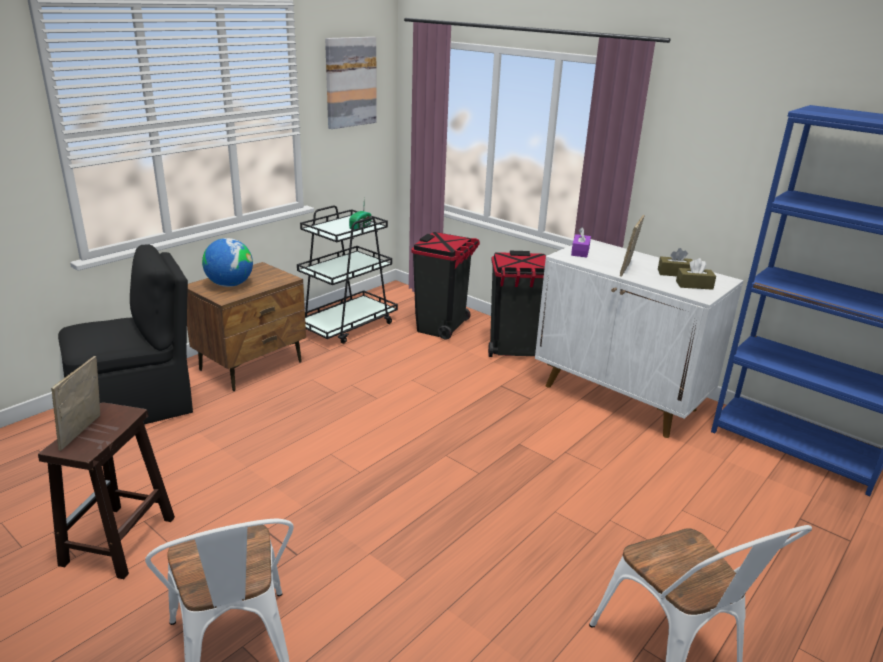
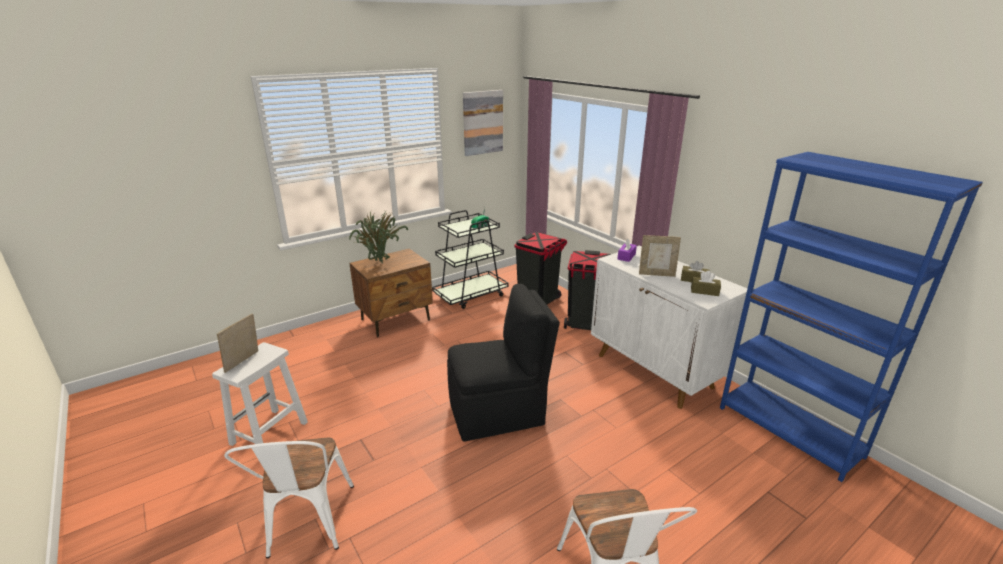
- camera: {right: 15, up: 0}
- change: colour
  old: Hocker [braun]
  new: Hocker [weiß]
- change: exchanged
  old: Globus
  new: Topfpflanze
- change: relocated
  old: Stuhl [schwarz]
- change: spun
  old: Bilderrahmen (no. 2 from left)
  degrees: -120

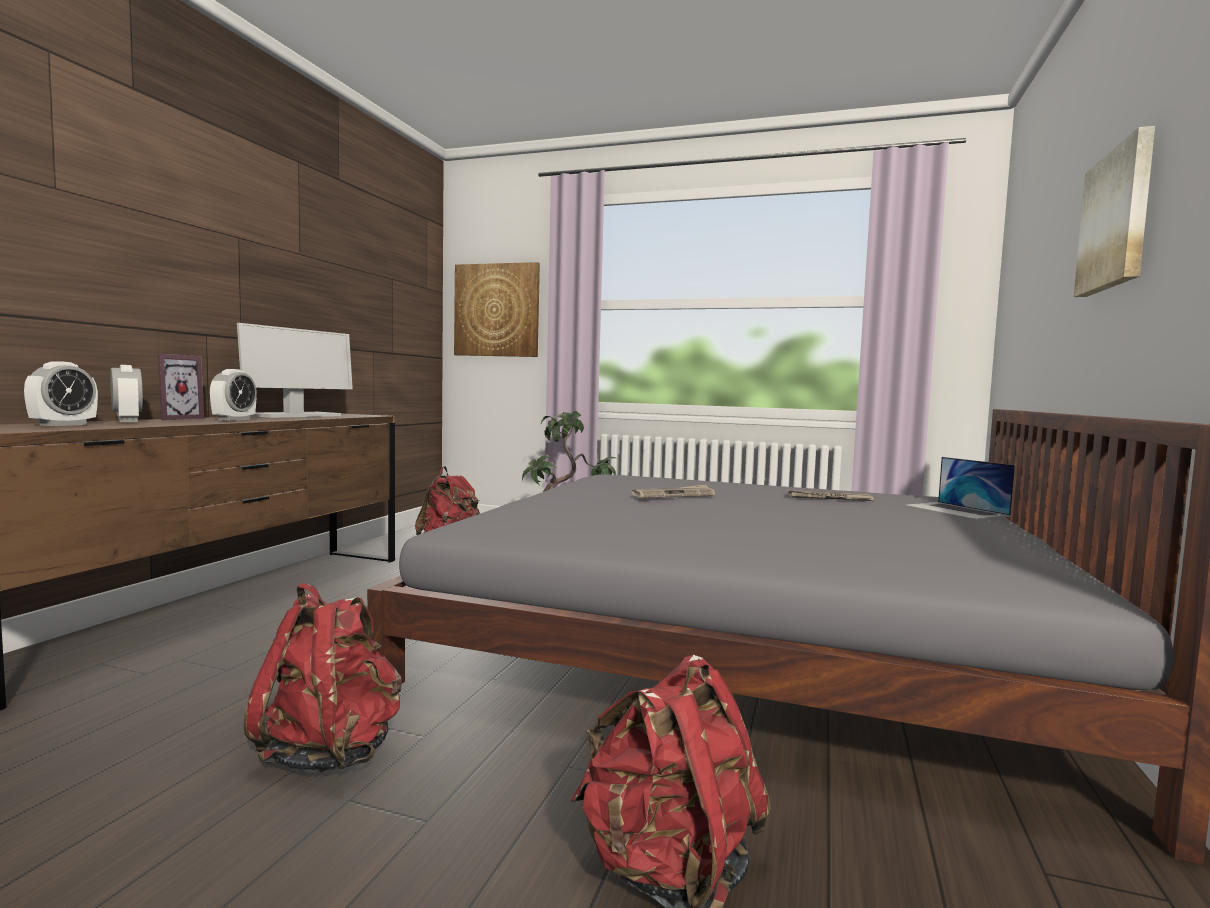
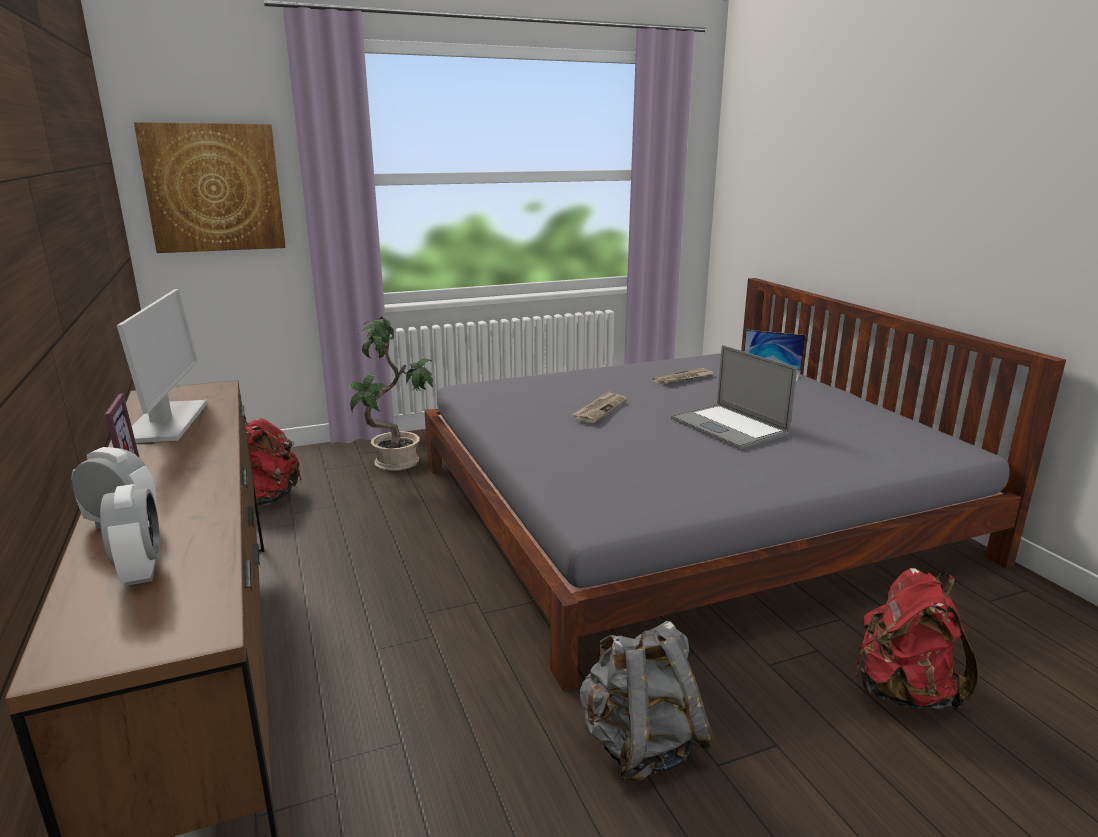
- camera: {right: -40, up: 15}
- change: colour
  old: Rucksack [rot] (no. 1 from left)
  new: Rucksack [grau]
- change: appeared
  new: Laptop (no. 1 from left)
- change: missing
  old: Wecker (no. 3 from left)
- change: missing
  old: Bild (no. 2 from left)

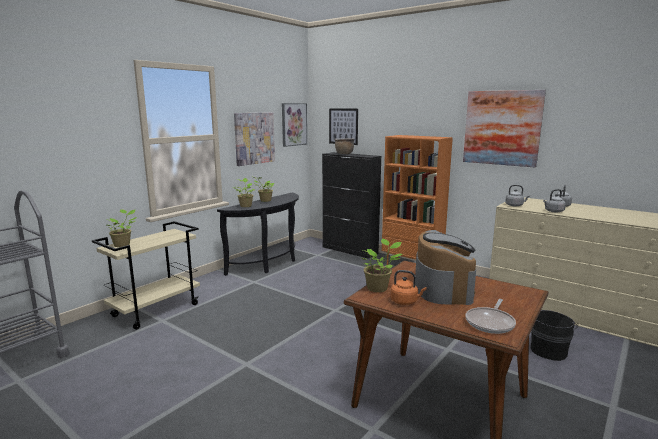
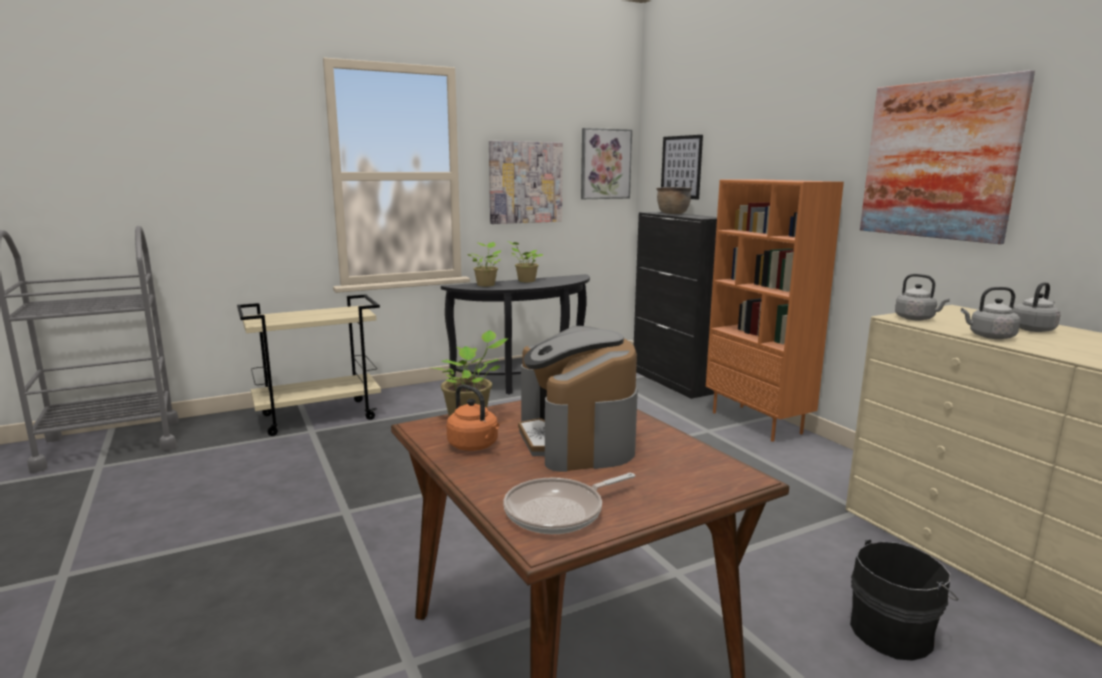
- camera: {right: 25, up: 0}
- change: spun
  old: Kaffeemaschine
  degrees: 135
- change: missing
  old: Topfpflanze (no. 1 from left)

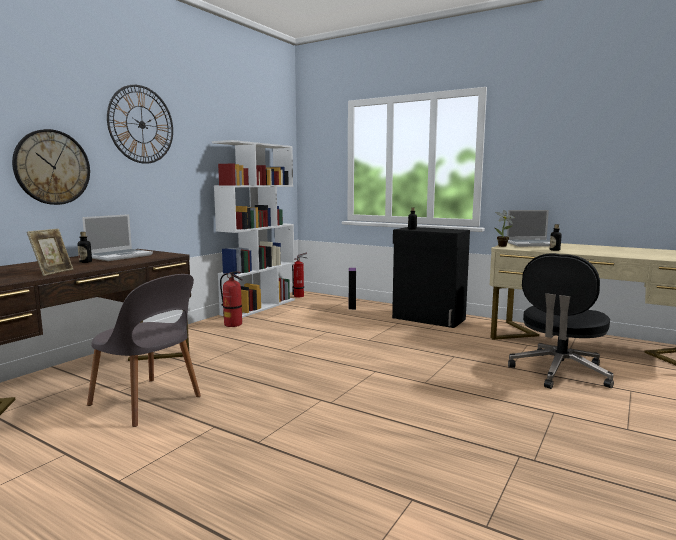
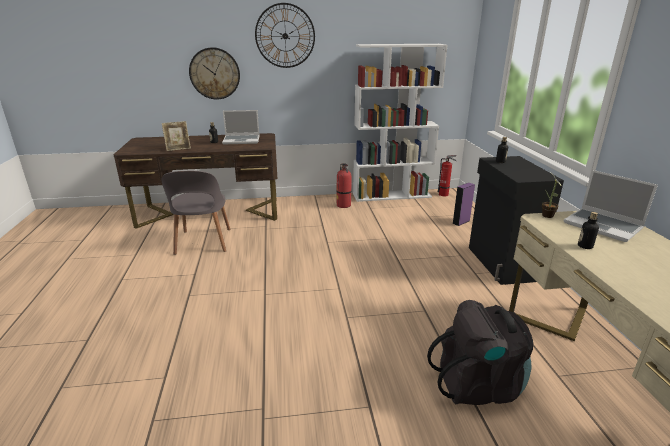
- camera: {right: 50, up: 15}
- change: exchanged
  old: Bürostuhl [schwarz]
  new: Rucksack [schwarz]

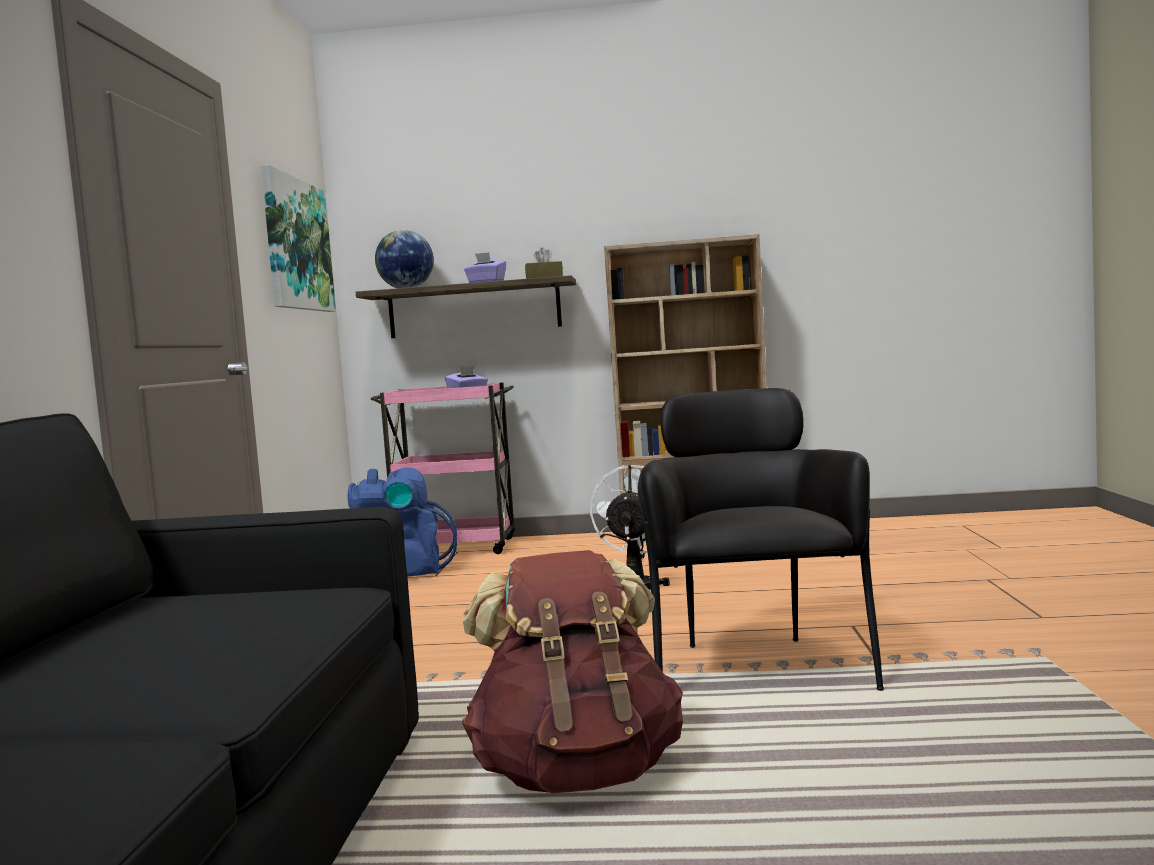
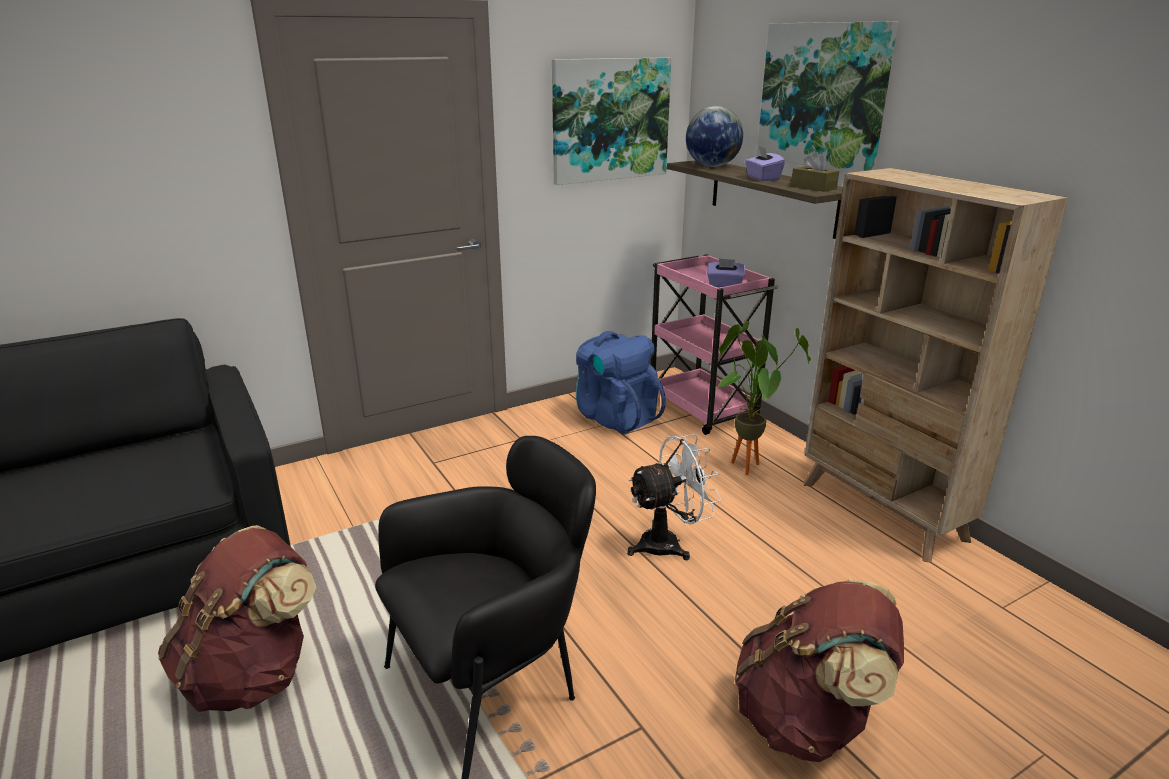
- camera: {right: 55, up: 20}
- change: appeared
  new: Topfpflanze
- change: appeared
  new: Rucksack [braun] (no. 2 from left)
- change: appeared
  new: Bild (no. 2 from left)

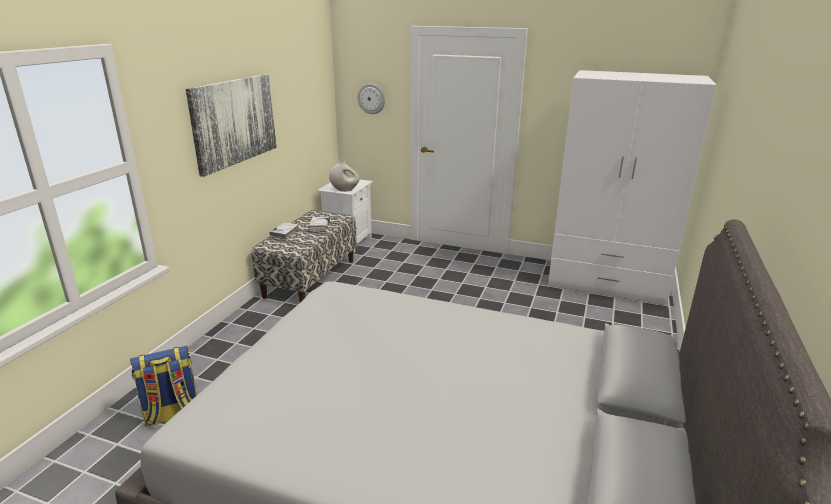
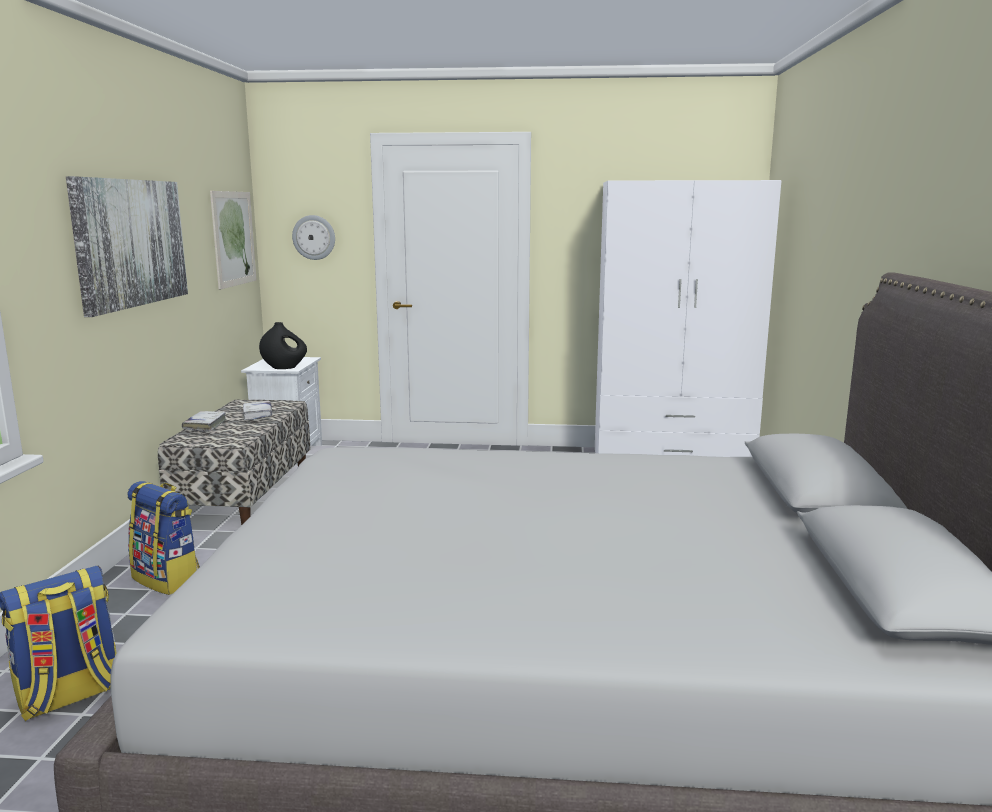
- camera: {right: -15, up: -10}
- change: appeared
  new: Rucksack (no. 2 from left)
- change: appeared
  new: Bild (no. 2 from left)
- change: colour
  old: Vase [weiß]
  new: Vase [schwarz]

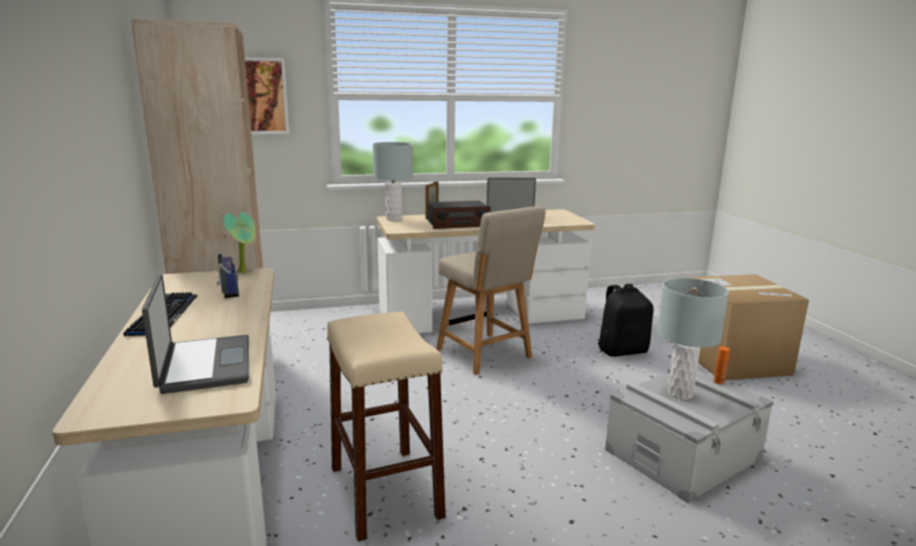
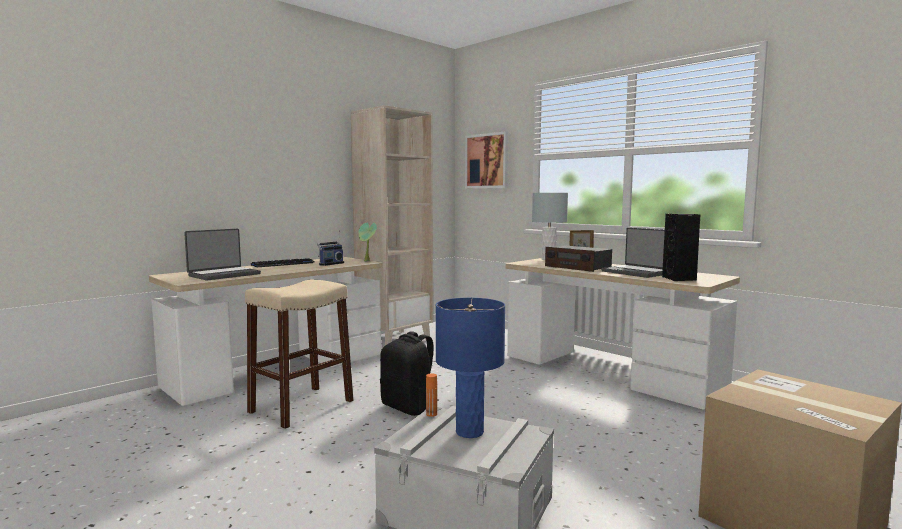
- camera: {right: 60, up: -10}
- change: relocated
  old: Rucksack [schwarz]
- change: relocated
  old: Flasche [orange]
- change: colour
  old: Tischlampe [grau] (no. 2 from left)
  new: Tischlampe [blau]
- change: appeared
  new: Lautsprecher [schwarz]
- change: missing
  old: Stuhl [beige]

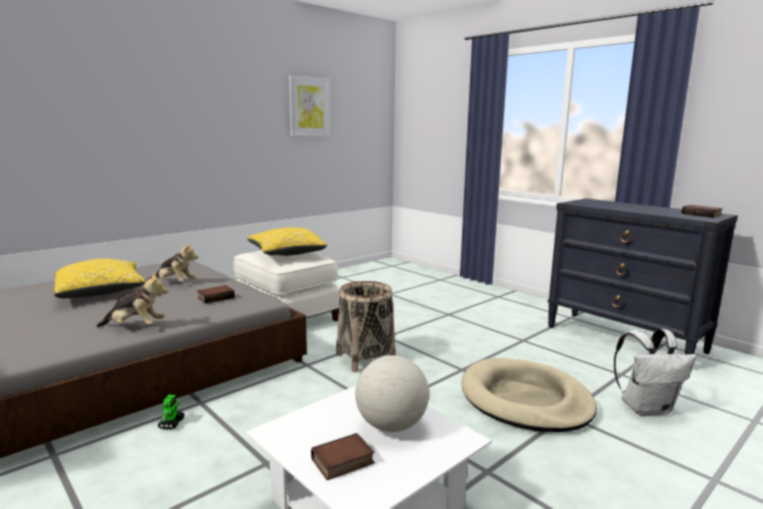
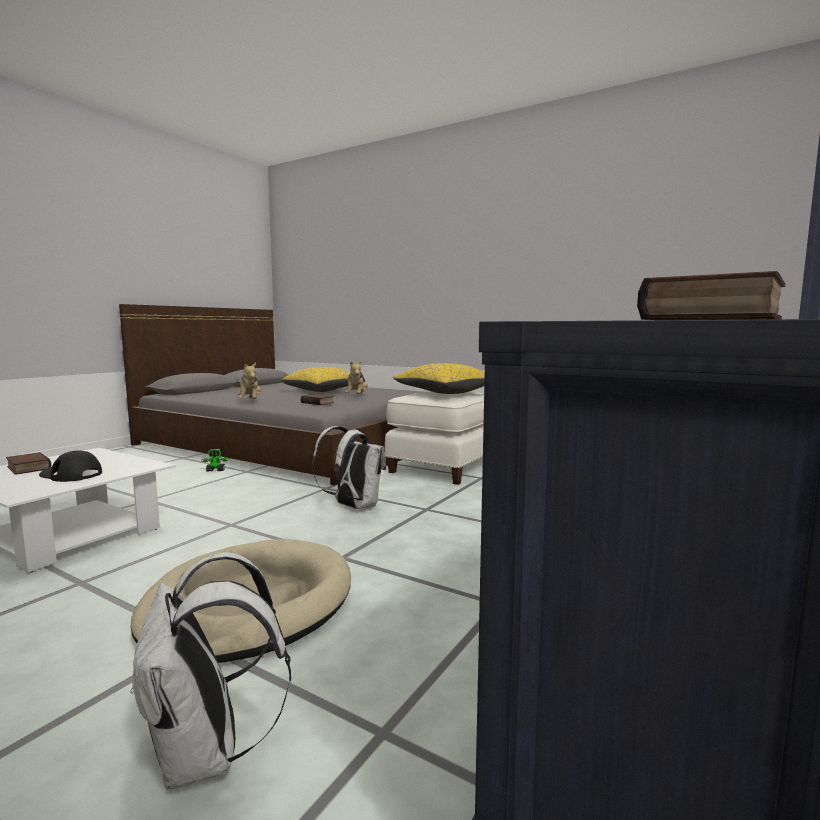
- camera: {right: 75, up: -5}
- change: exchanged
  old: Globus
  new: Kappe [schwarz]
- change: exchanged
  old: Korb
  new: Rucksack [weiß] (no. 2 from left)
- change: missing
  old: Bild

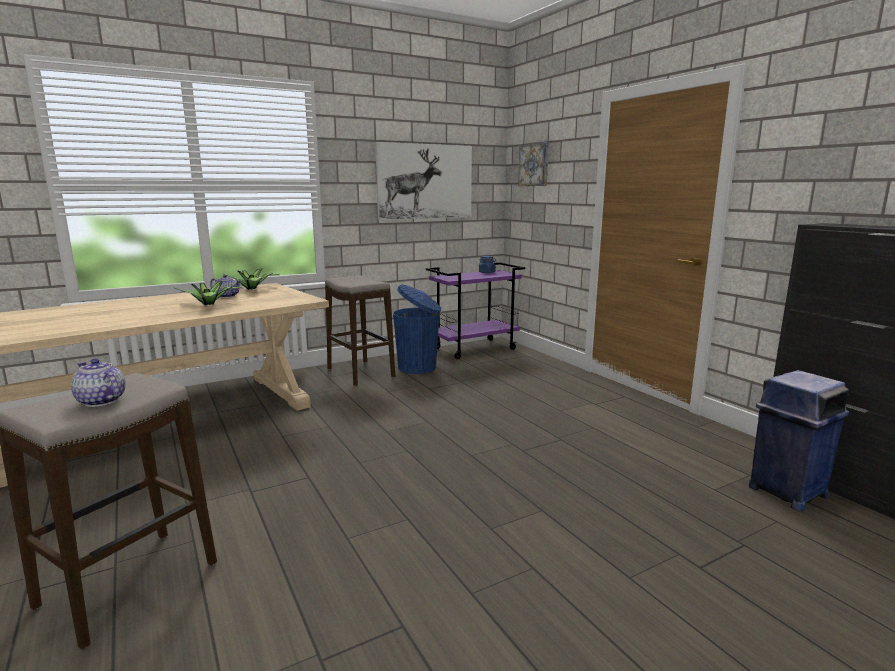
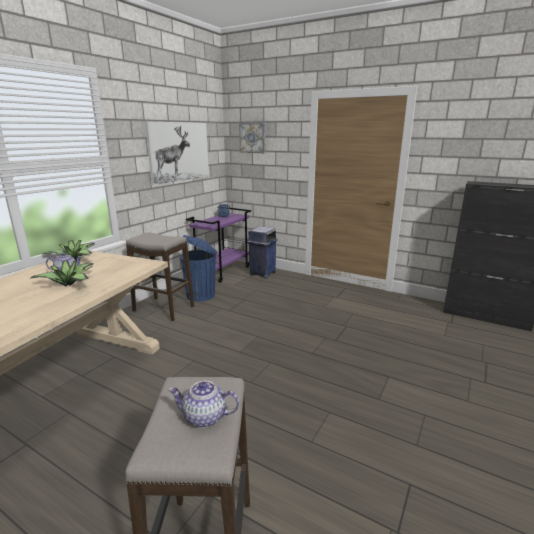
- camera: {right: -30, up: 5}
- change: relocated
  old: Mülleimer [blau] (no. 2 from left)

